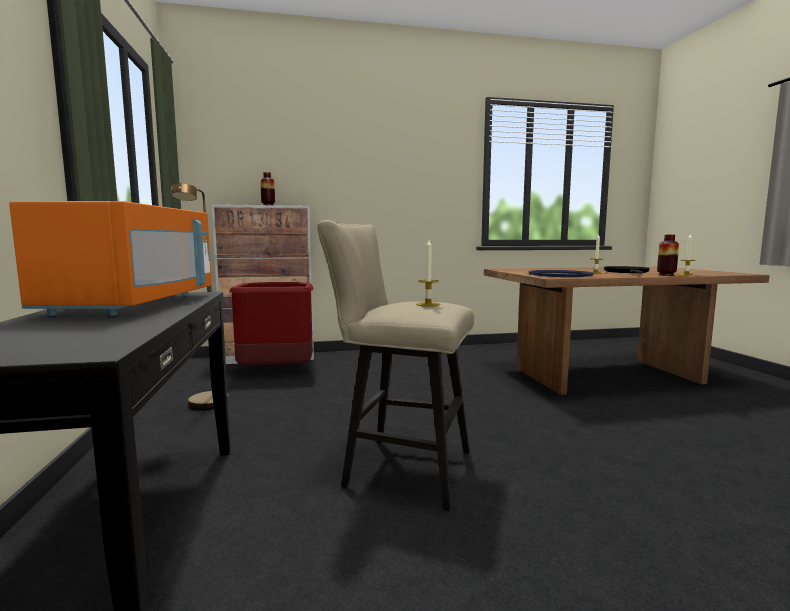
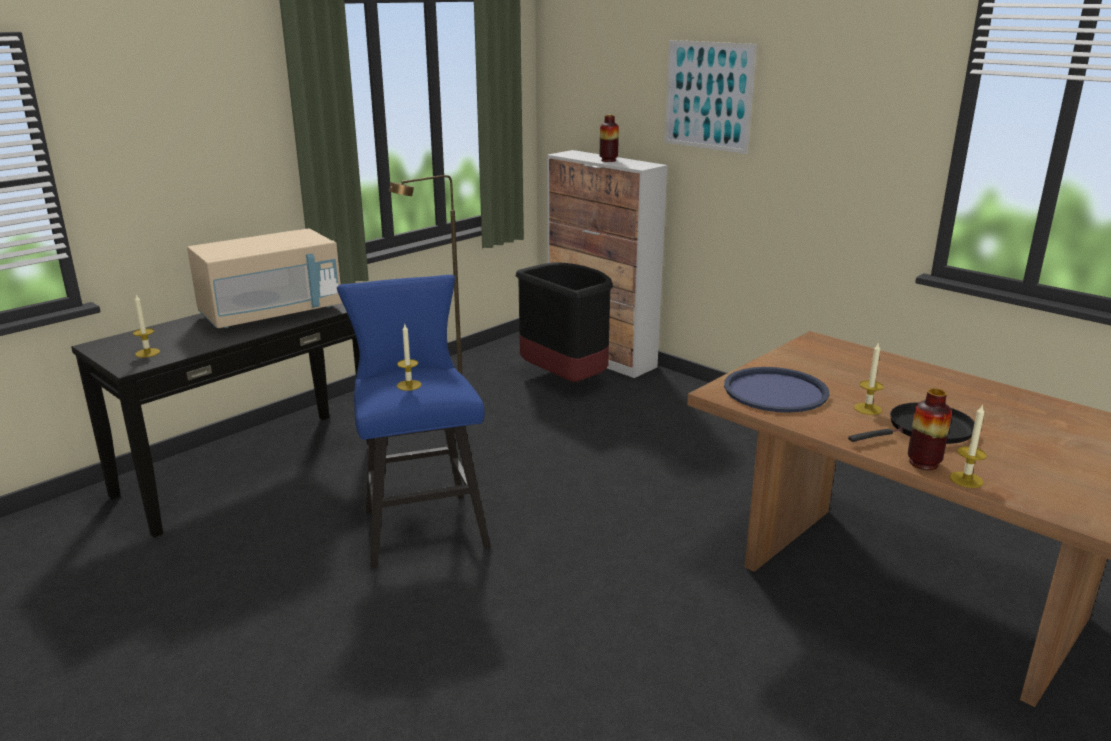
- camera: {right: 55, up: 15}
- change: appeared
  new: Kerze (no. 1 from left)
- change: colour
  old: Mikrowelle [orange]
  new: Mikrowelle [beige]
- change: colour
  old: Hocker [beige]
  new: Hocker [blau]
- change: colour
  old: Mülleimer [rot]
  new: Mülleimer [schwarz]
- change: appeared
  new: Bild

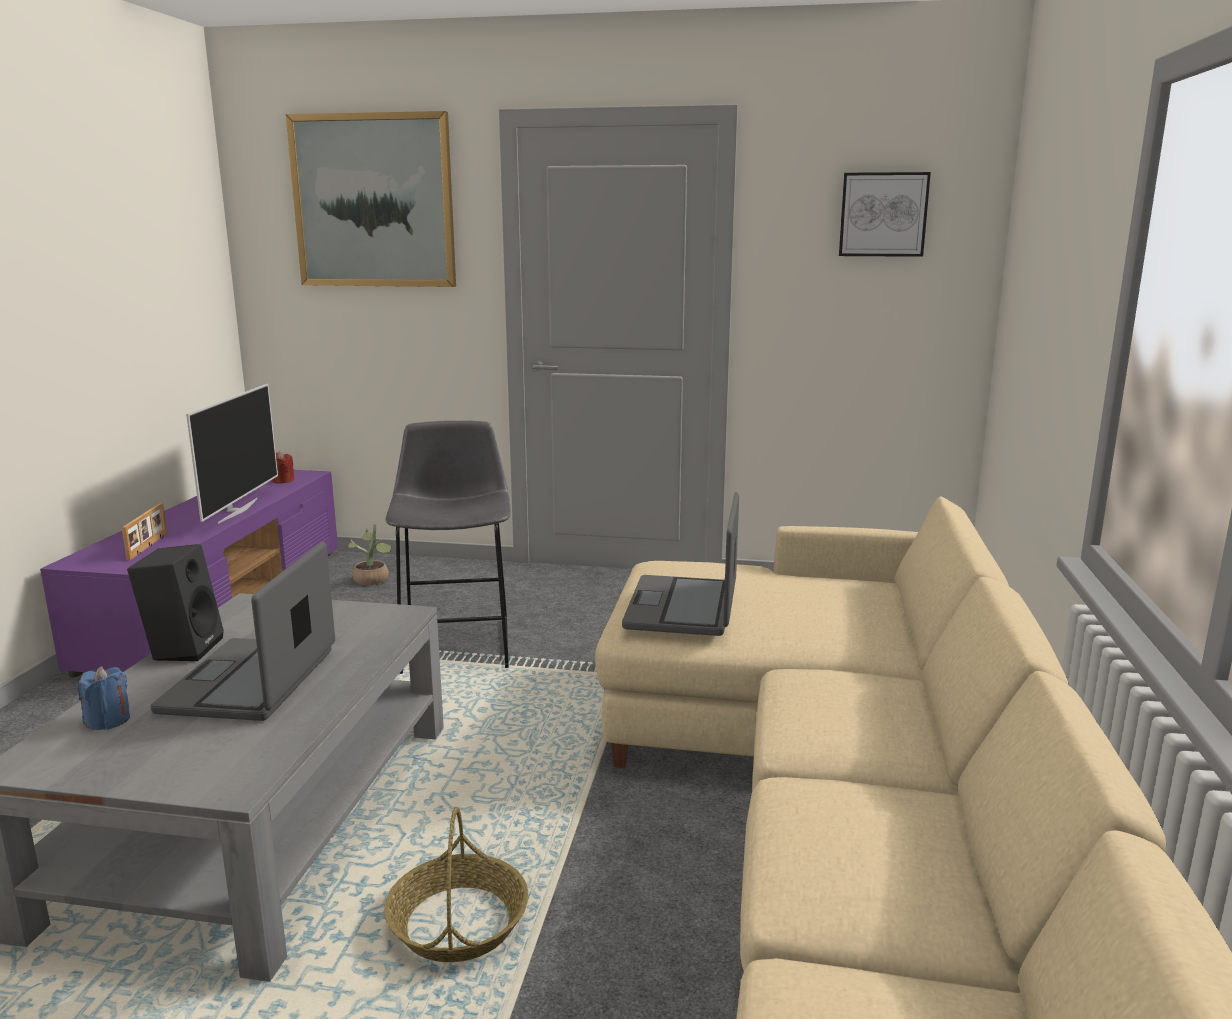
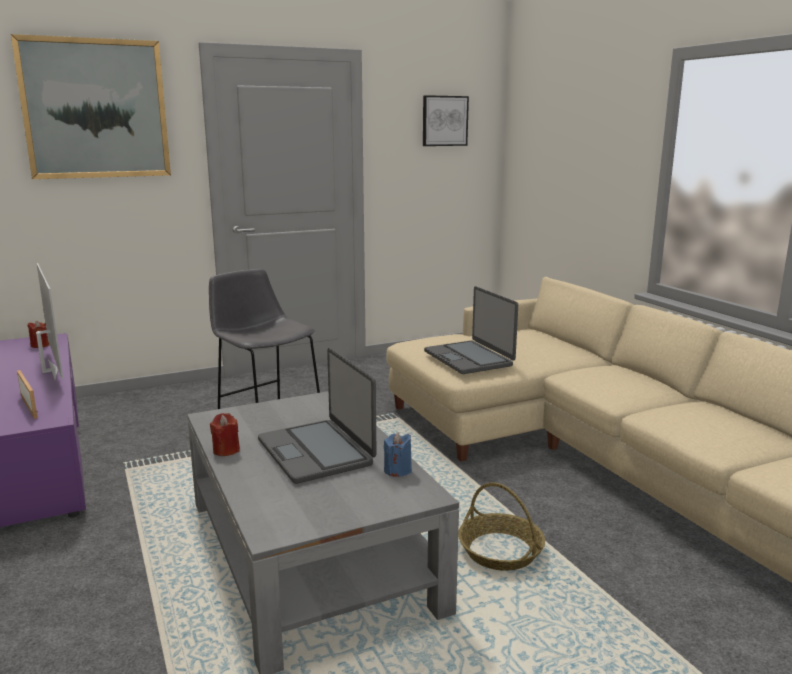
- camera: {right: -35, up: 0}
- change: exchanged
  old: Lautsprecher [schwarz]
  new: Kerze [rot] (no. 2 from left)
- change: relocated
  old: Kerze [blau]
- change: missing
  old: Topfpflanze

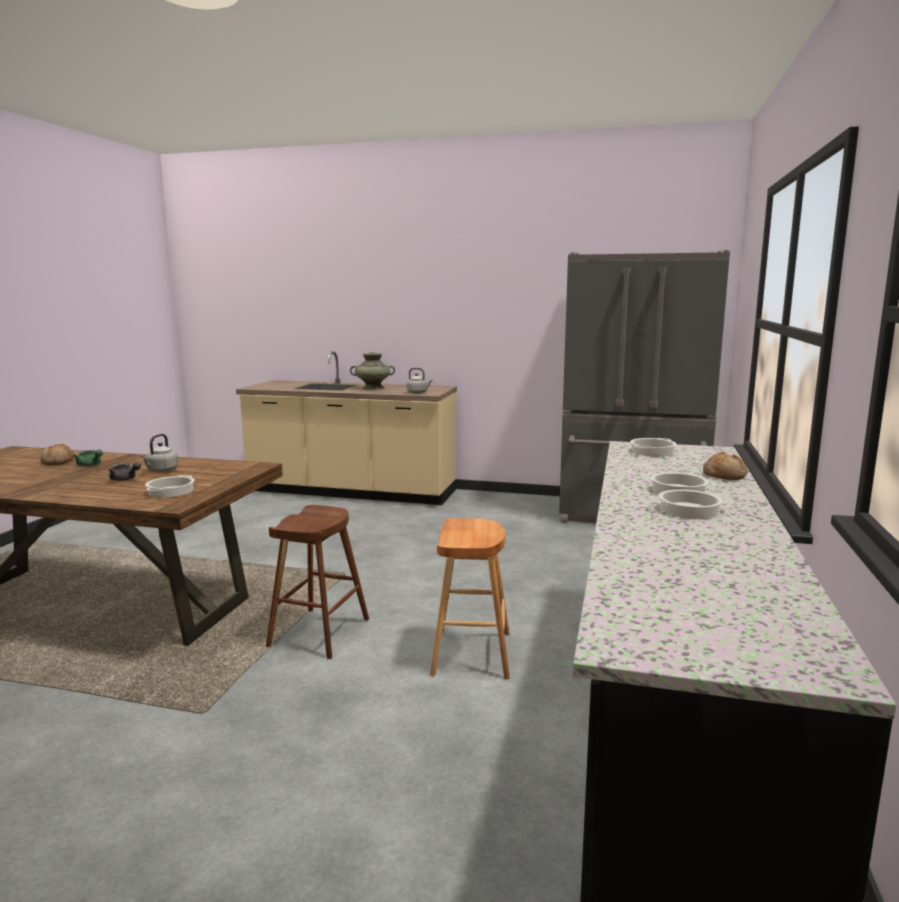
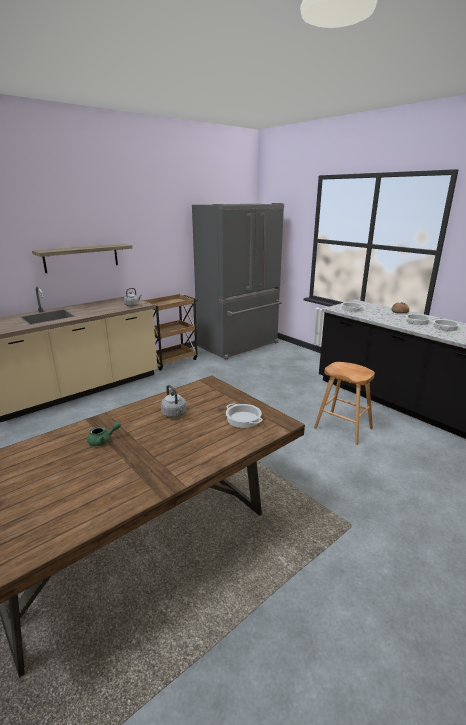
- camera: {right: -55, up: 10}
- change: appeared
  new: Wandregal
- change: appeared
  new: Rollwagen [braun]
- change: missing
  old: Brot (no. 1 from left)
- change: missing
  old: Teekanne [grau]
- change: missing
  old: Hocker [braun] (no. 1 from left)
- change: missing
  old: Vase [türkis]

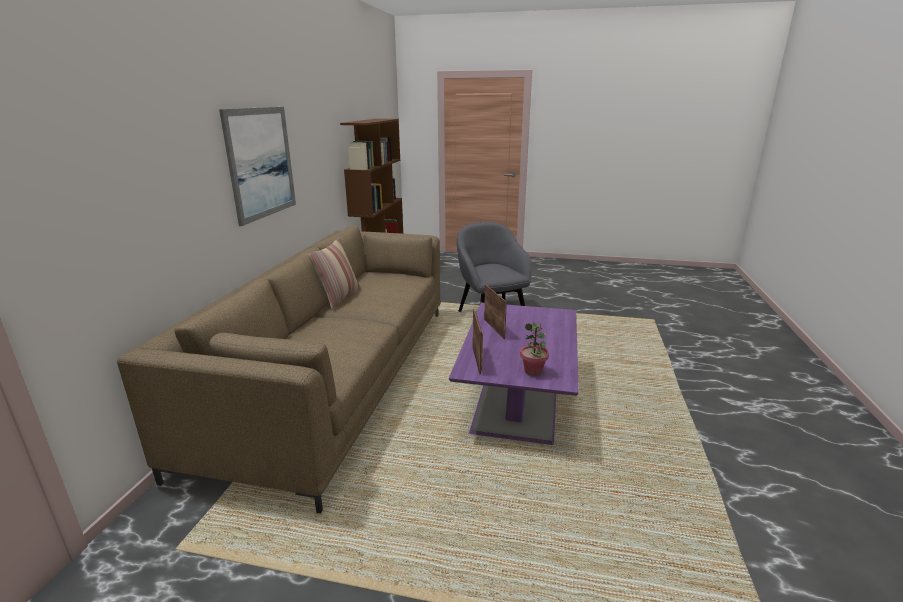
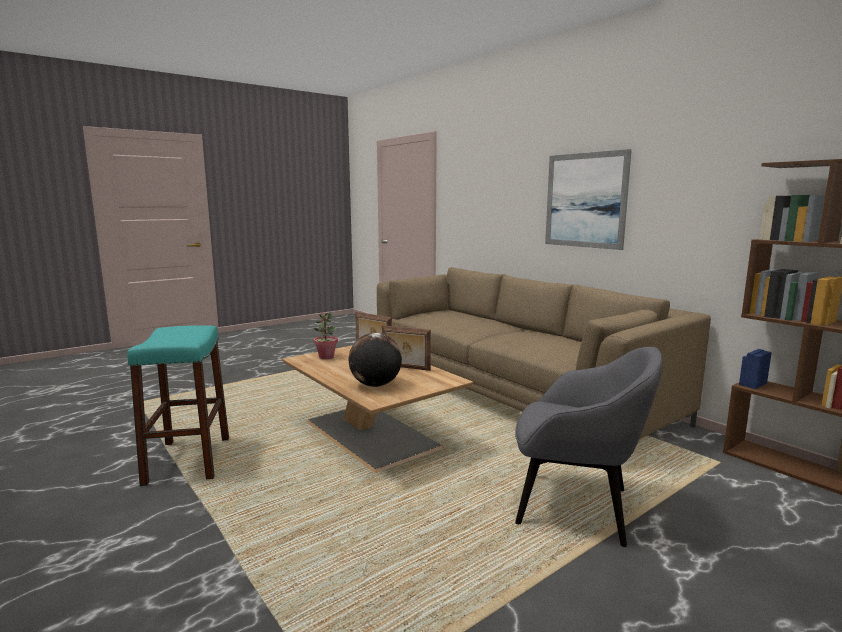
- camera: {right: 130, up: -10}
- change: appeared
  new: Hocker [türkis]
- change: colour
  old: Couchtisch [lila]
  new: Couchtisch [braun]
- change: appeared
  new: Globus
- change: missing
  old: Kissen

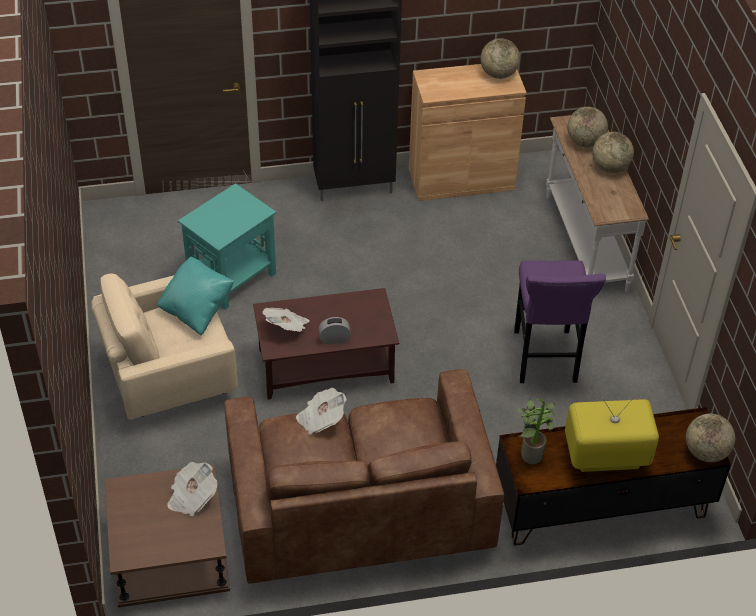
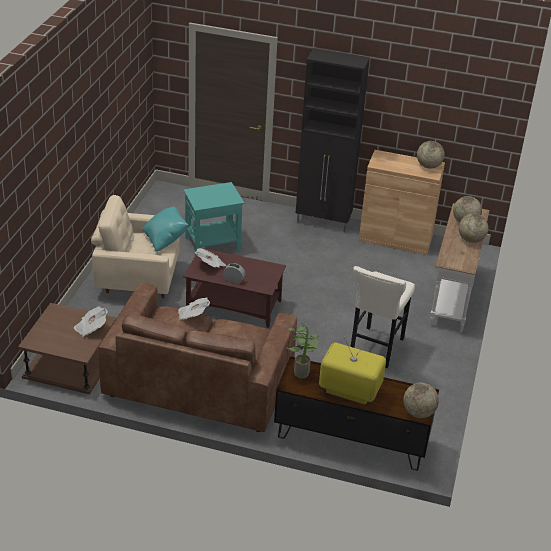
- camera: {right: 25, up: -10}
- change: colour
  old: Hocker [lila]
  new: Hocker [beige]

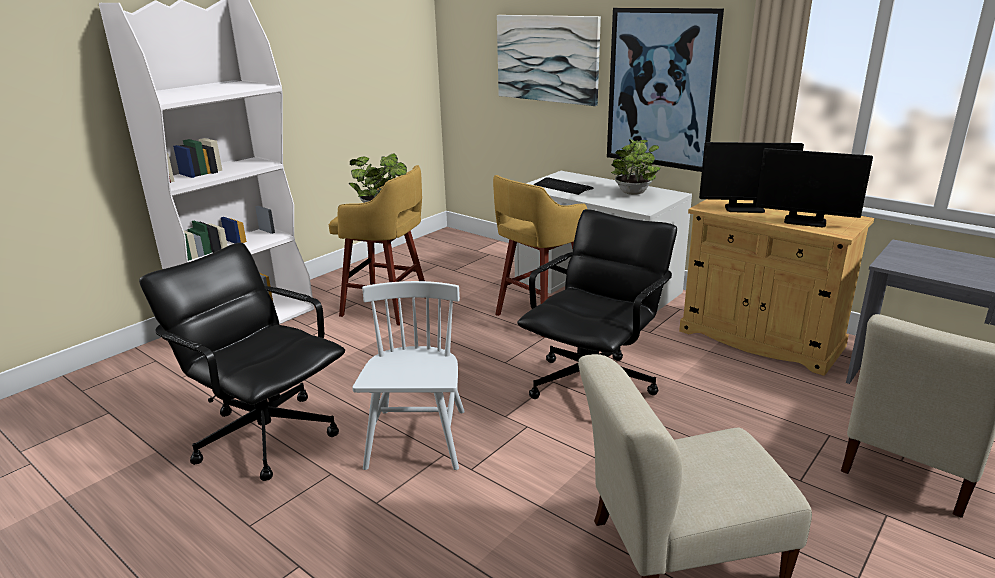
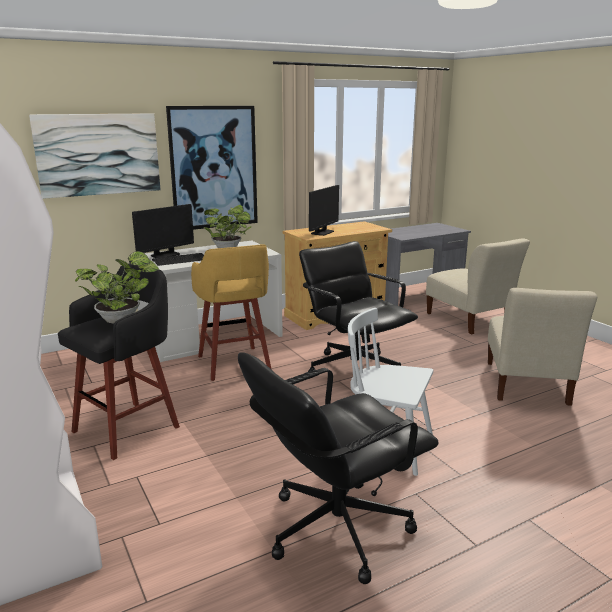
- camera: {right: -70, up: -5}
- change: colour
  old: Hocker [gelb] (no. 1 from left)
  new: Hocker [schwarz]
- change: relocated
  old: Monitor (no. 2 from left in the first image)
  new: Monitor (no. 1 from left)

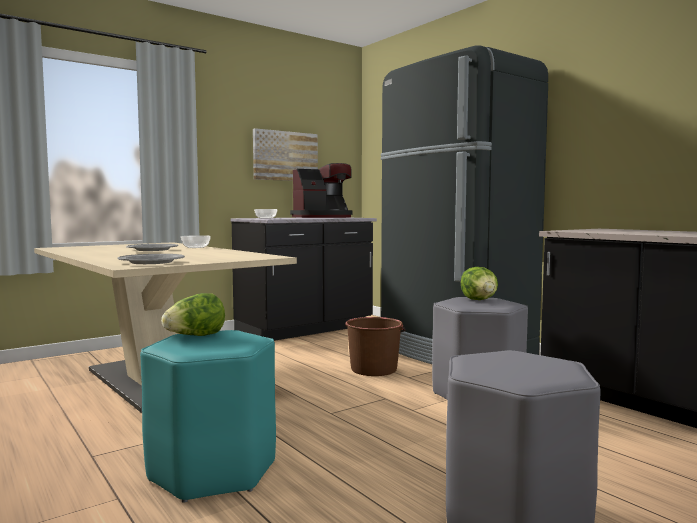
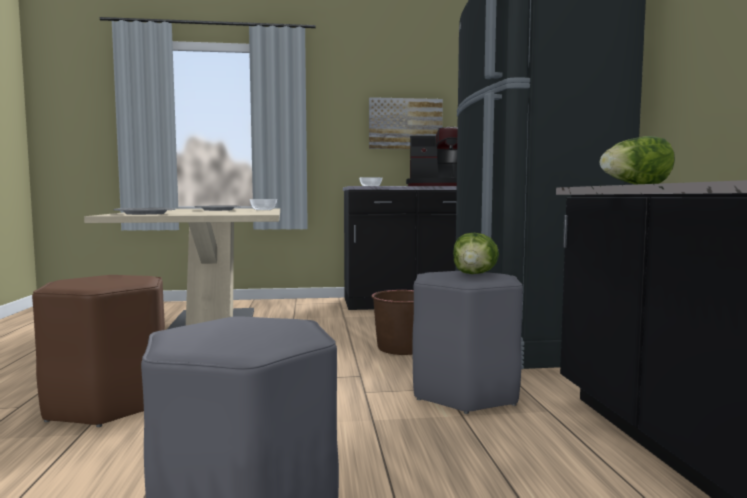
- camera: {right: 30, up: 0}
- change: colour
  old: Hocker [türkis]
  new: Hocker [braun]
- change: relocated
  old: Salatkopf (no. 1 from left in the first image)
  new: Salatkopf (no. 2 from left)

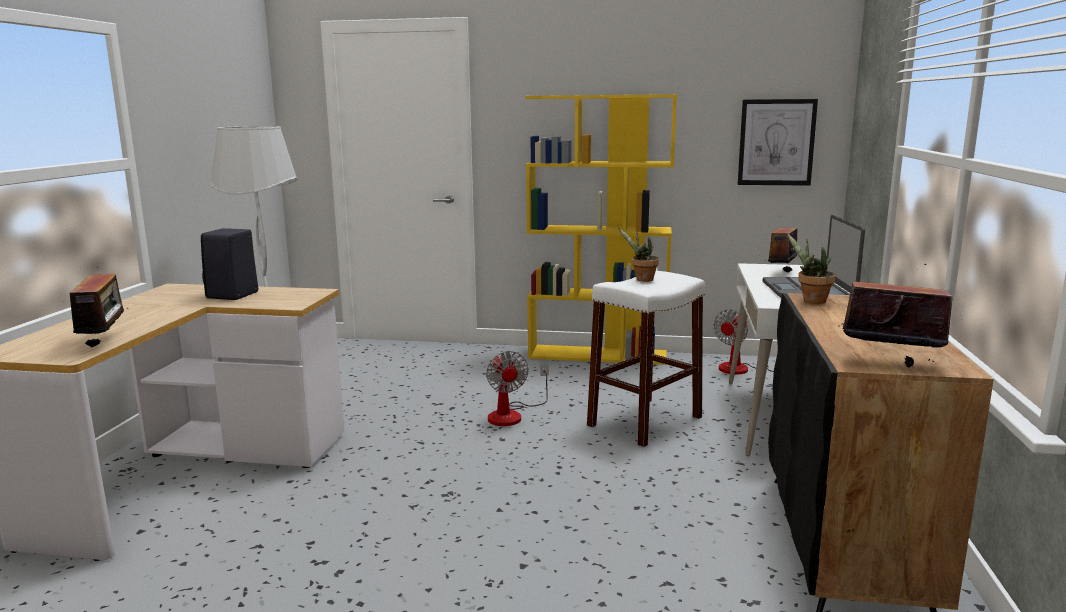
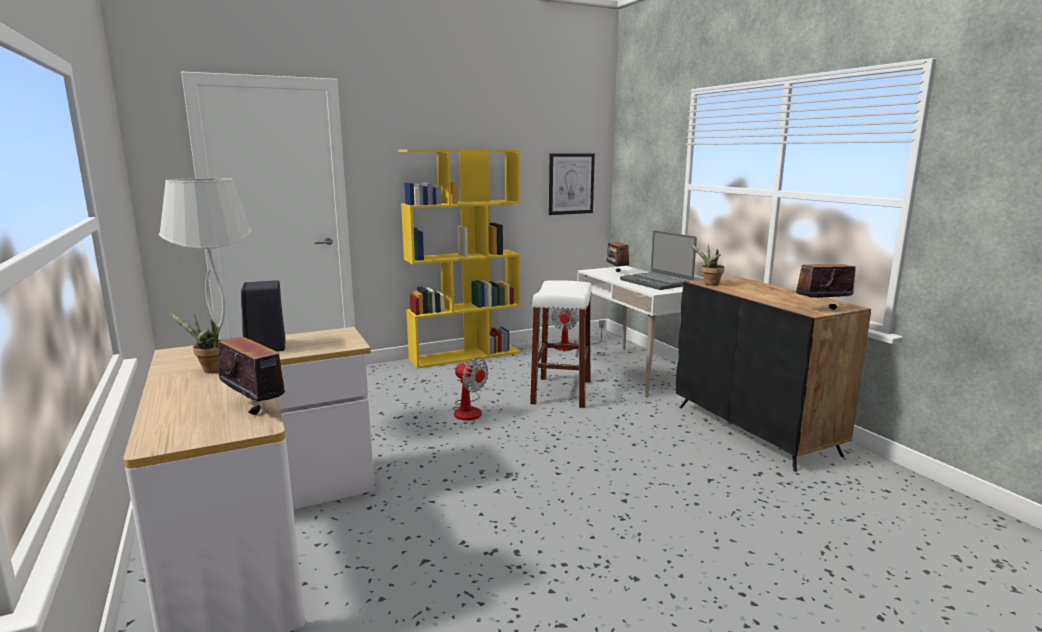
- camera: {right: -35, up: 0}
- change: relocated
  old: Topfpflanze (no. 1 from left)

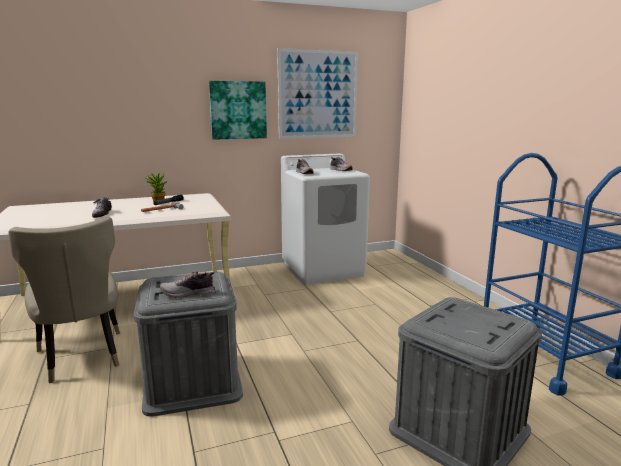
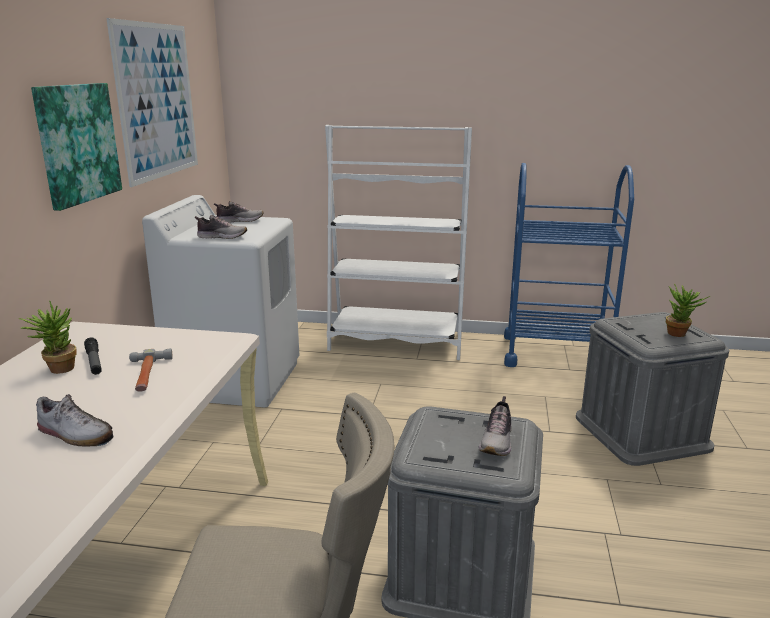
- camera: {right: -60, up: 5}
- change: appeared
  new: Bücherregal [weiß]
- change: appeared
  new: Topfpflanze (no. 2 from left)

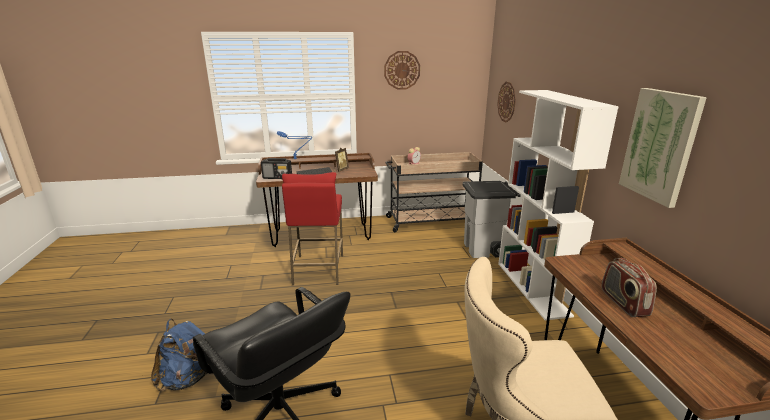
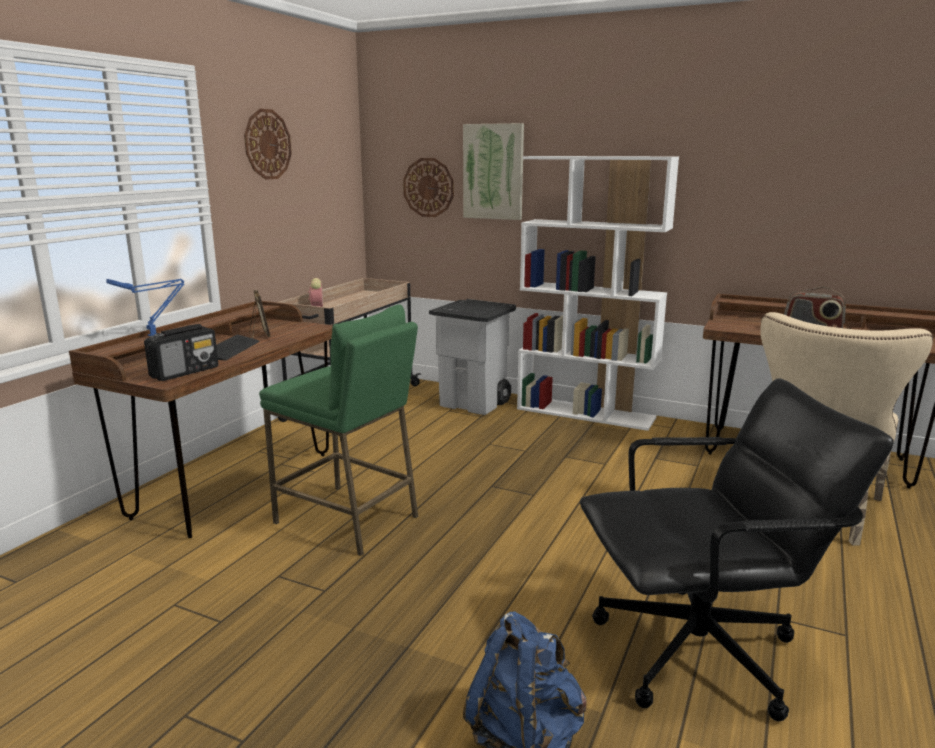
- camera: {right: -55, up: -5}
- change: colour
  old: Hocker [rot]
  new: Hocker [grün]
- change: relocated
  old: Bild

